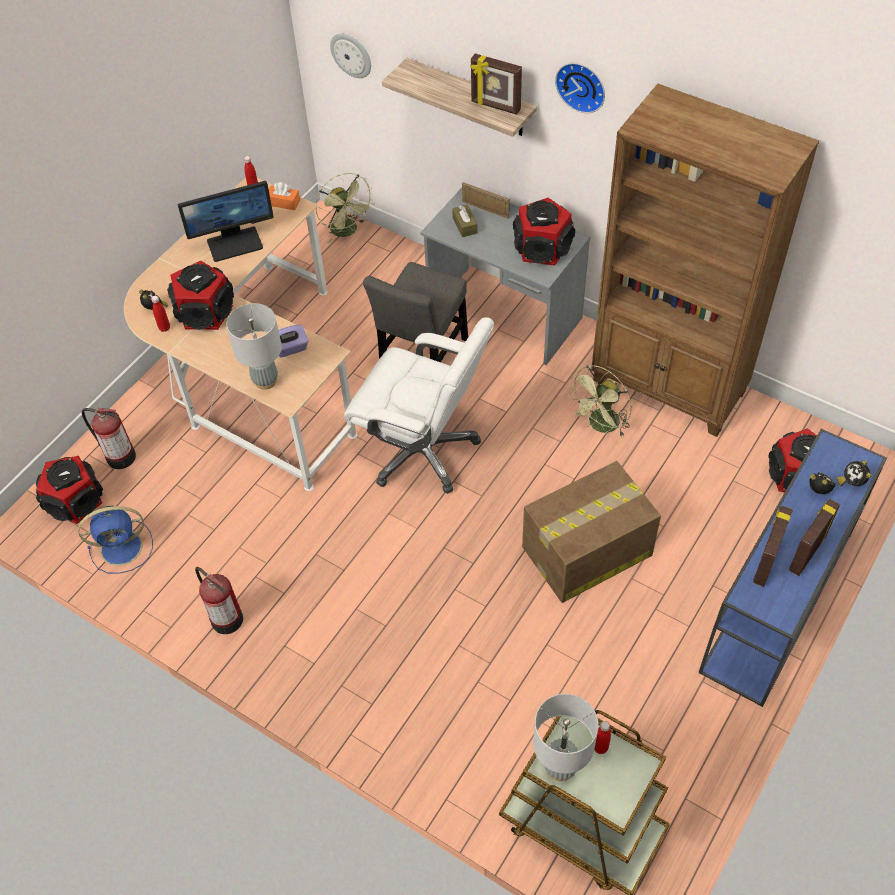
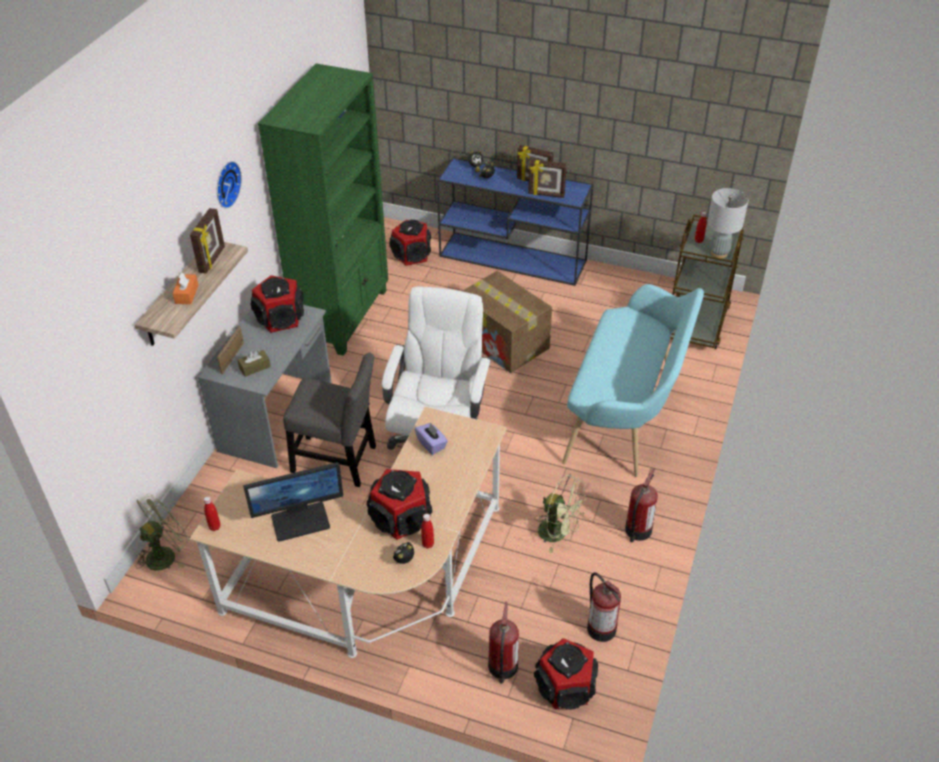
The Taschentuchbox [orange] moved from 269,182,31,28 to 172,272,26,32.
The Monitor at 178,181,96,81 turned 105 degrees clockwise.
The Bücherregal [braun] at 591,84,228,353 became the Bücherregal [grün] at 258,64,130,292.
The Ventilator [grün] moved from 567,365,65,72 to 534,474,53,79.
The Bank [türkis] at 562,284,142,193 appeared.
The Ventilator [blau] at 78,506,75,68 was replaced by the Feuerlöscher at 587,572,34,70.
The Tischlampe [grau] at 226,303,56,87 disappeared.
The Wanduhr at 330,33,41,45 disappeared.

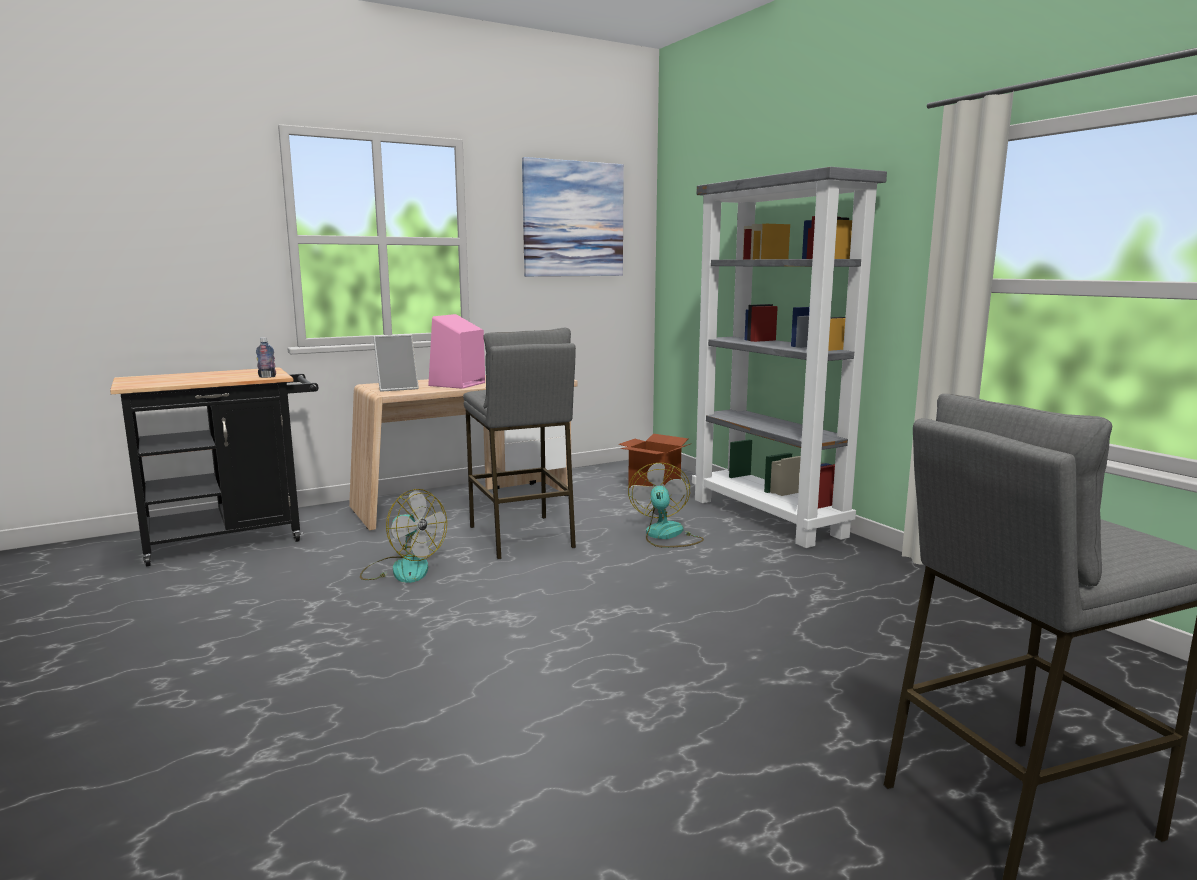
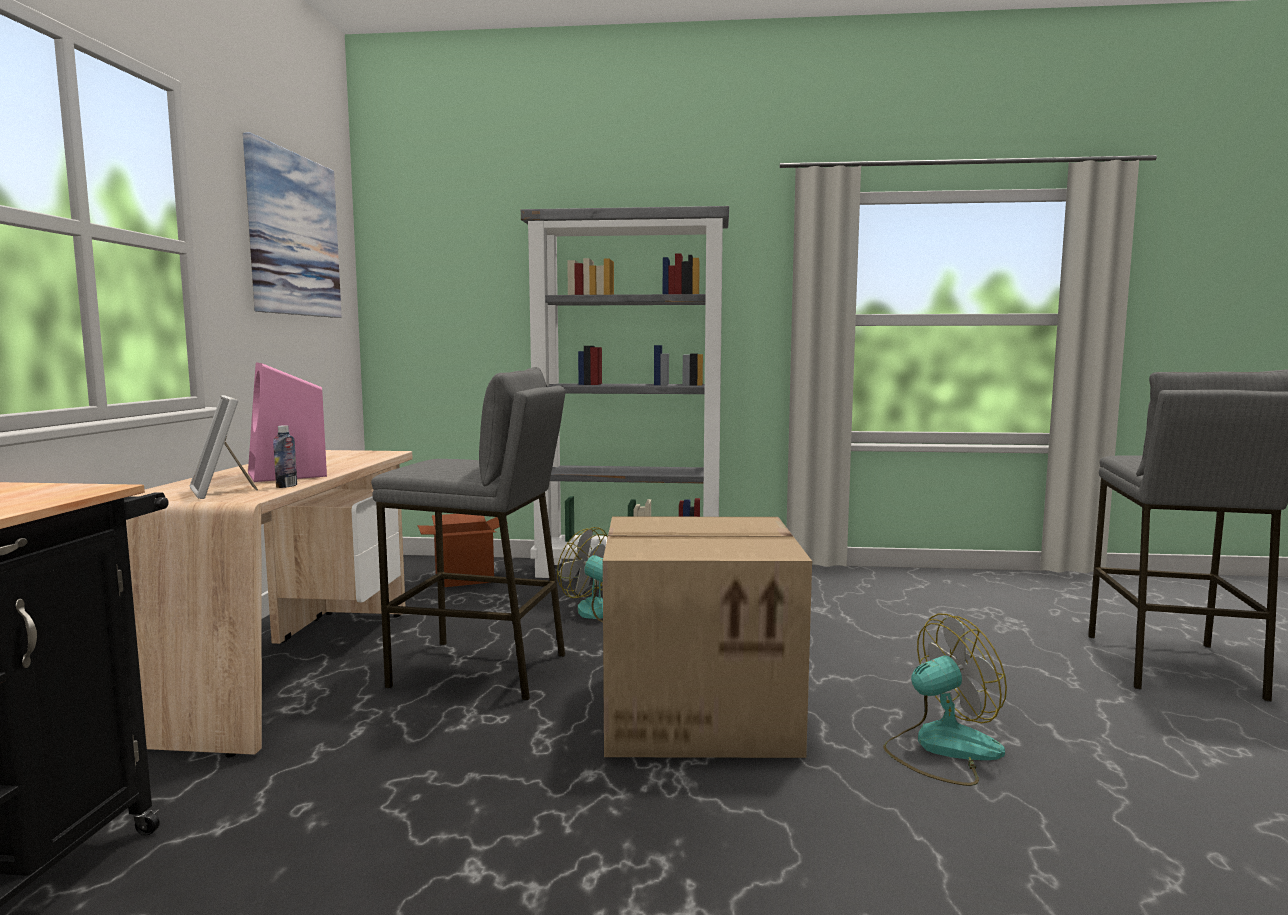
The Bilderrahmen at 373,334,46,58 turned 135 degrees clockwise.
The Flasche moved from 256,337,20,41 to 273,425,24,63.
The Karton at 603,517,209,241 appeared.
The Ventilator moved from 360,489,87,94 to 884,613,123,173.

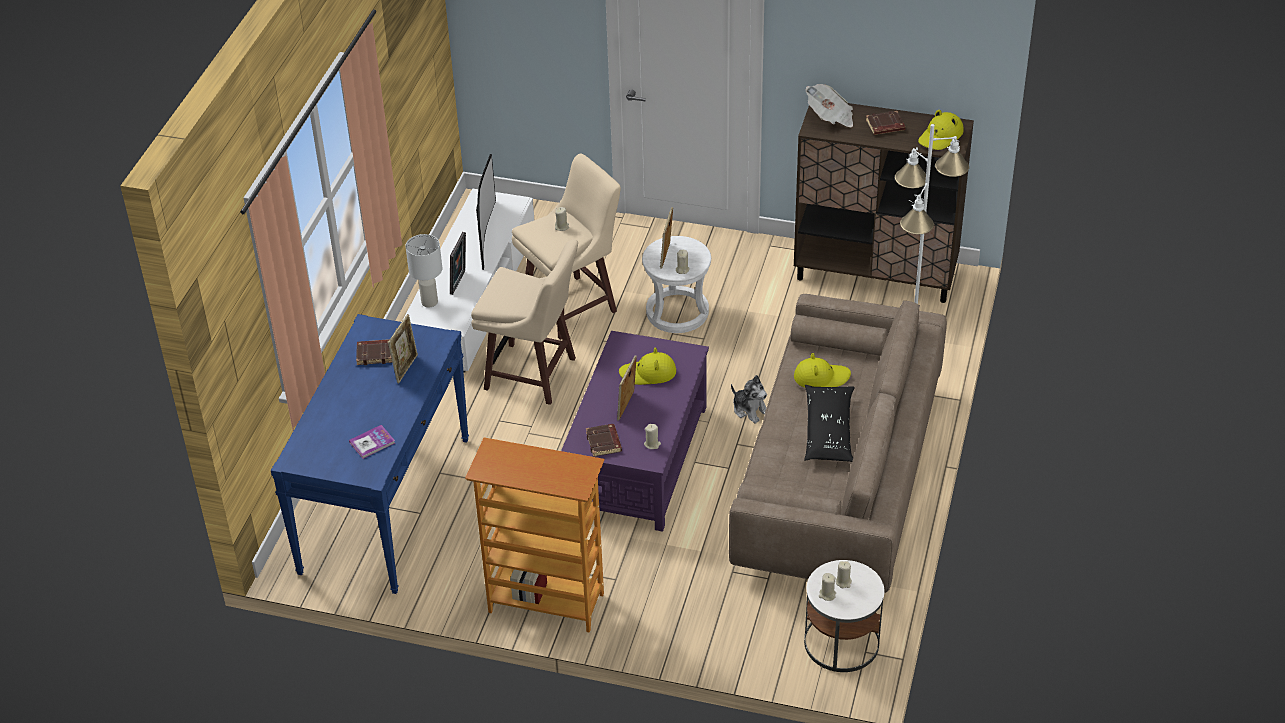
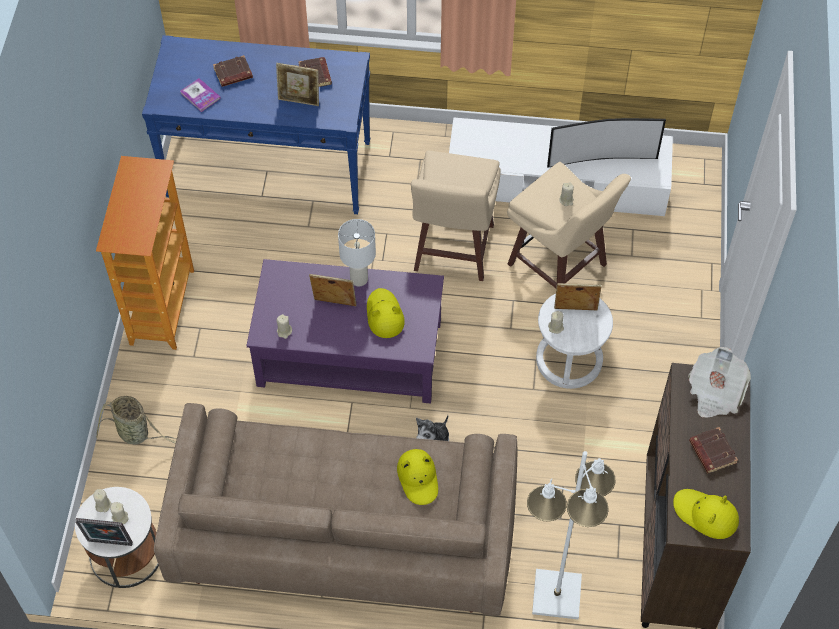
The Bilderrahmen moved from 450,232,16,63 to 75,518,58,28.
The Korb at 96,396,81,48 appeared.
The Buch [braun] moved from 586,424,36,33 to 213,55,40,32.
The Tischlampe [weiß] moved from 405,234,37,73 to 338,219,38,67.
The Kissen [schwarz] at 804,385,51,77 disappeared.

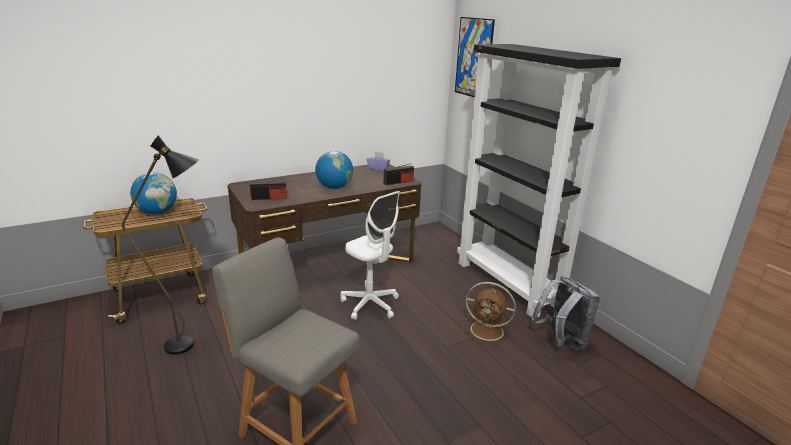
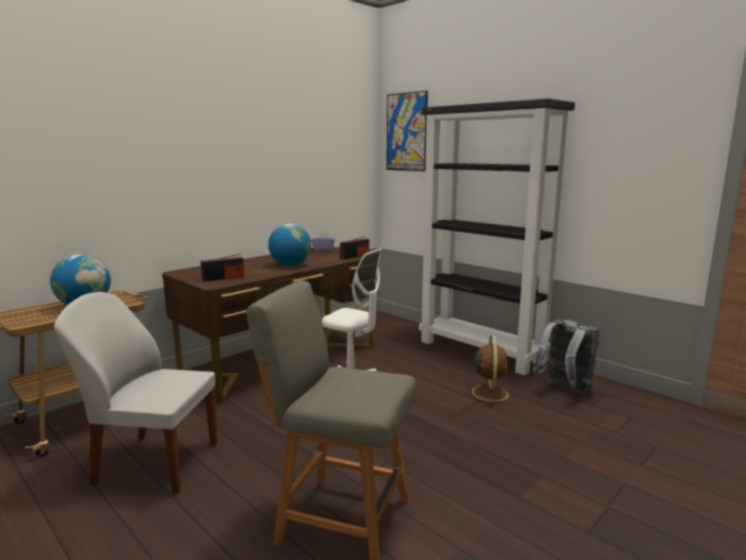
The Stehlampe [schwarz] at 122,135,77,220 was replaced by the Stuhl [weiß] at 54,292,164,201.
The Ventilator [braun] at 463,282,53,64 turned 90 degrees counterclockwise.

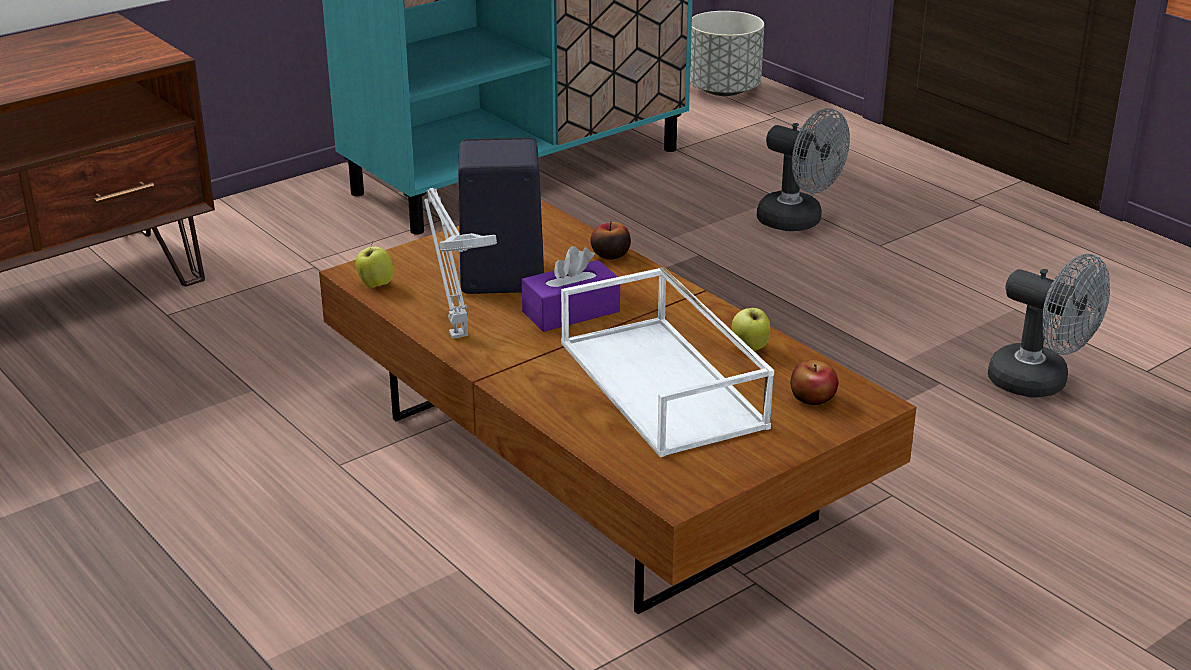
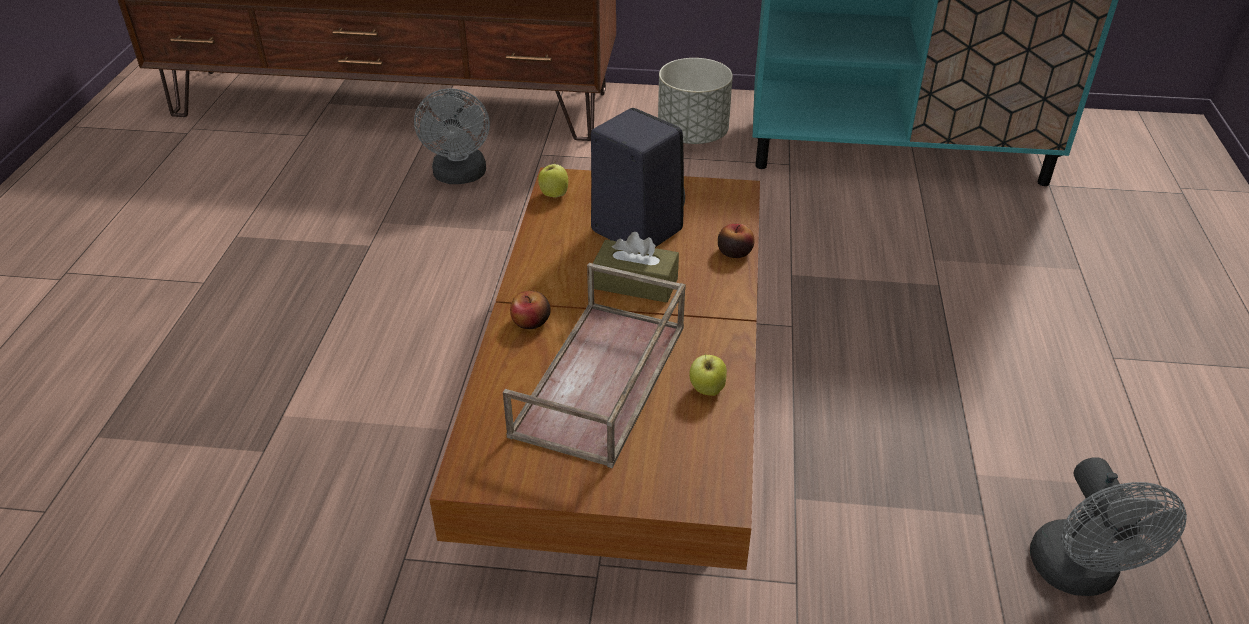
The Ventilator [grau] moved from 757,108,93,123 to 414,88,76,96.
The Tablett [weiß] at 561,267,213,190 became the Tablett [braun] at 503,263,183,205.
The Apfel moved from 791,360,47,45 to 510,291,41,38.
The Taschentuchbox [lila] at 522,246,98,86 became the Taschentuchbox [braun] at 593,232,86,71.
The Pflanzkübel [grau] moved from 690,11,74,85 to 658,58,75,86.
The Tischlampe [grau] at 424,188,73,150 disappeared.

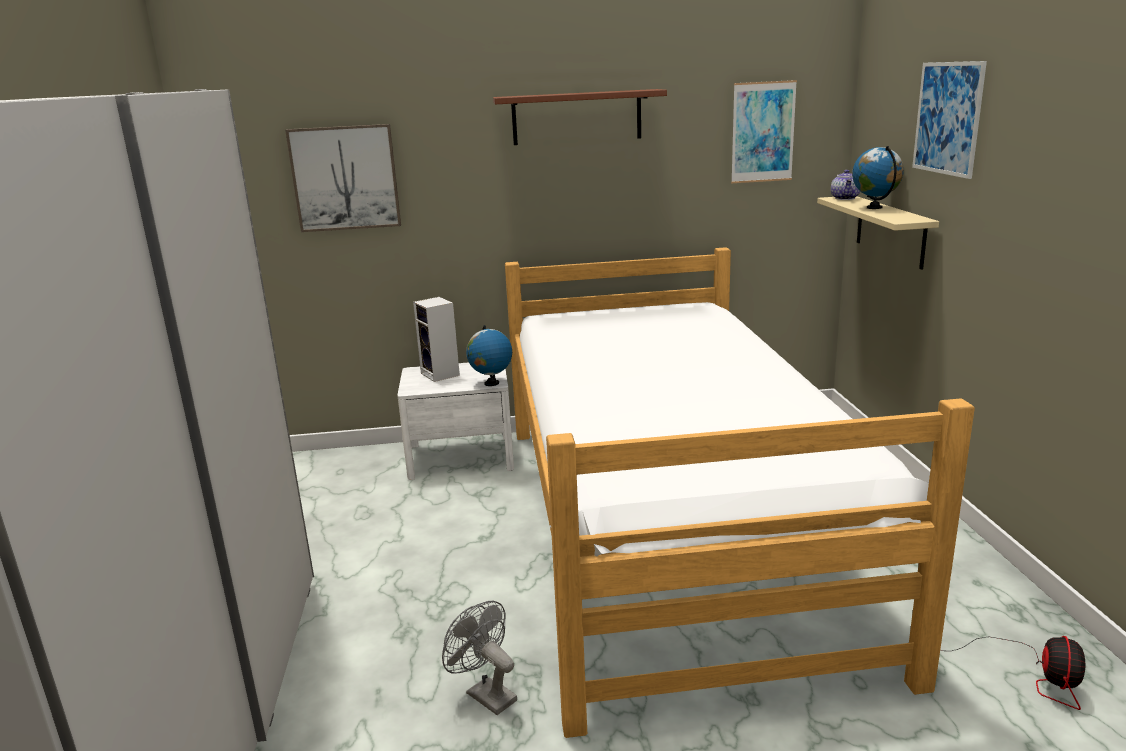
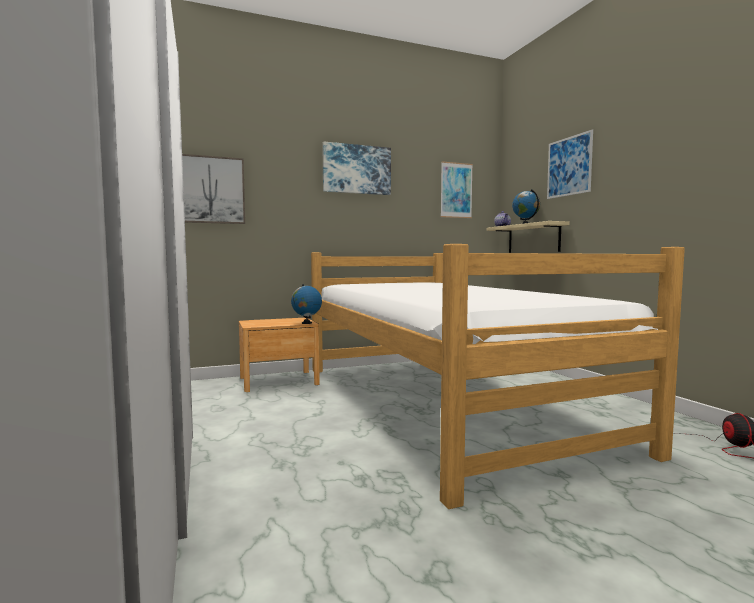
The Nachttisch [weiß] at 397,362,117,118 became the Nachttisch [braun] at 239,318,81,74.
The Wandregal [braun] at 493,89,174,56 was replaced by the Bild at 323,142,68,53.
The Lautsprecher at 413,297,47,85 disappeared.
The Ventilator [grau] at 442,601,75,114 disappeared.

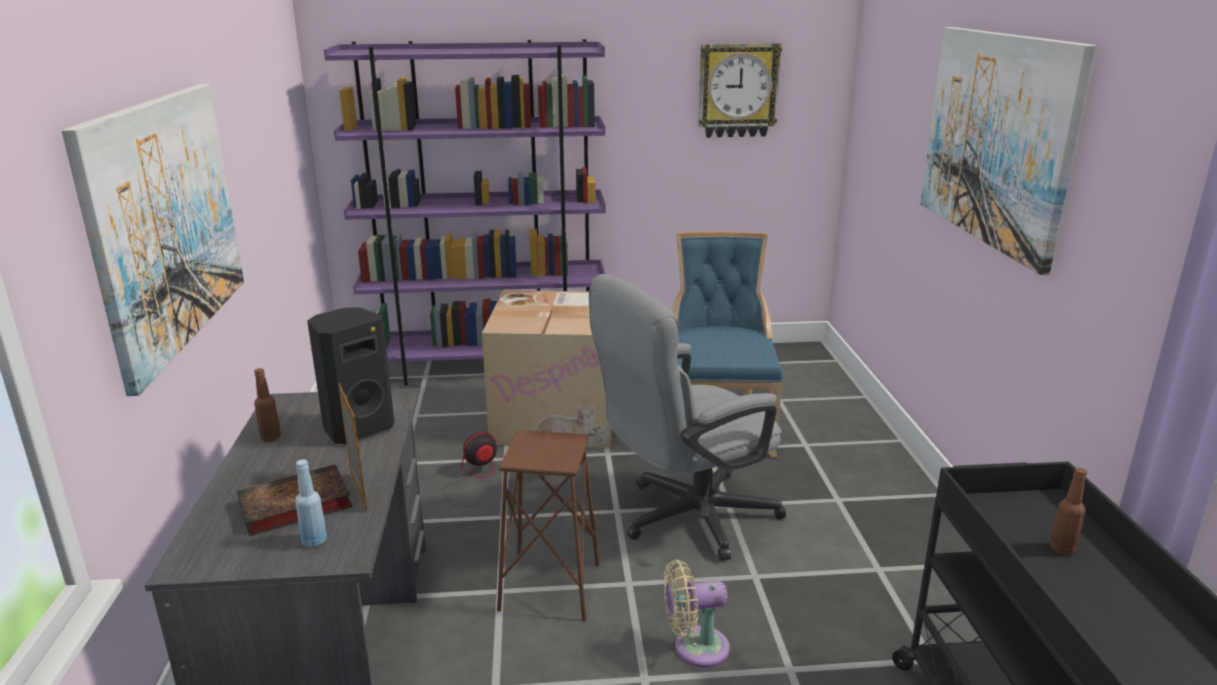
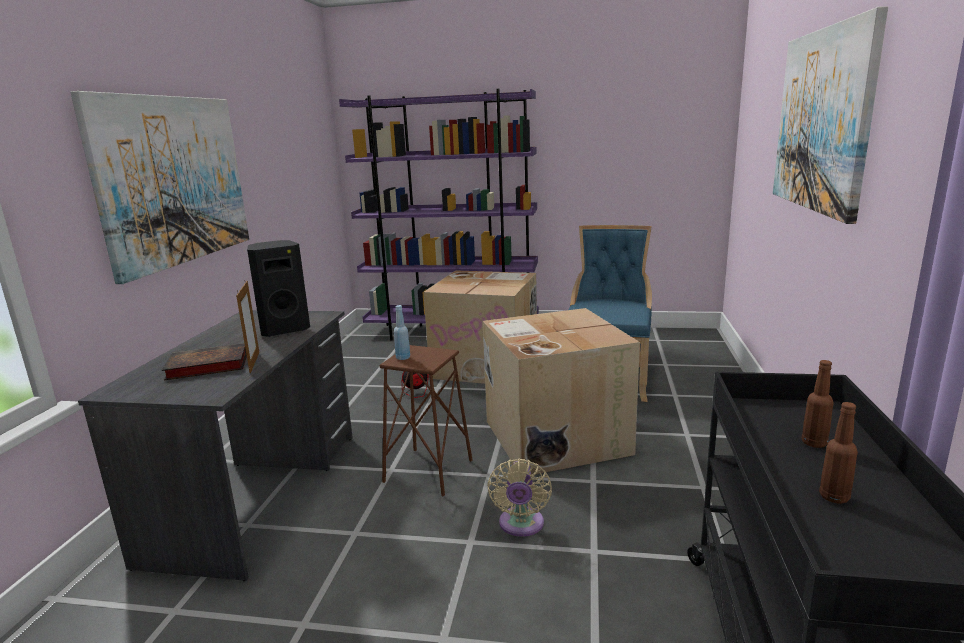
The Flasche [blau] moved from 295,459,32,88 to 394,305,16,55.
The Bürostuhl [grau] at 589,274,197,287 was replaced by the Karton at 483,308,157,167.
The Ventilator [beige] at 664,560,66,108 turned 90 degrees counterclockwise.
The Flasche [braun] moved from 254,368,27,74 to 819,402,39,102.
The Wanduhr at 698,43,84,95 disappeared.

